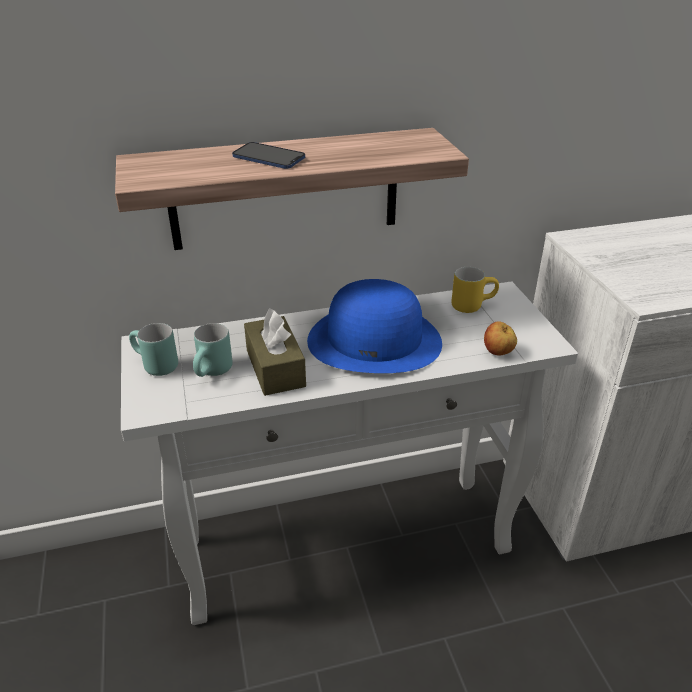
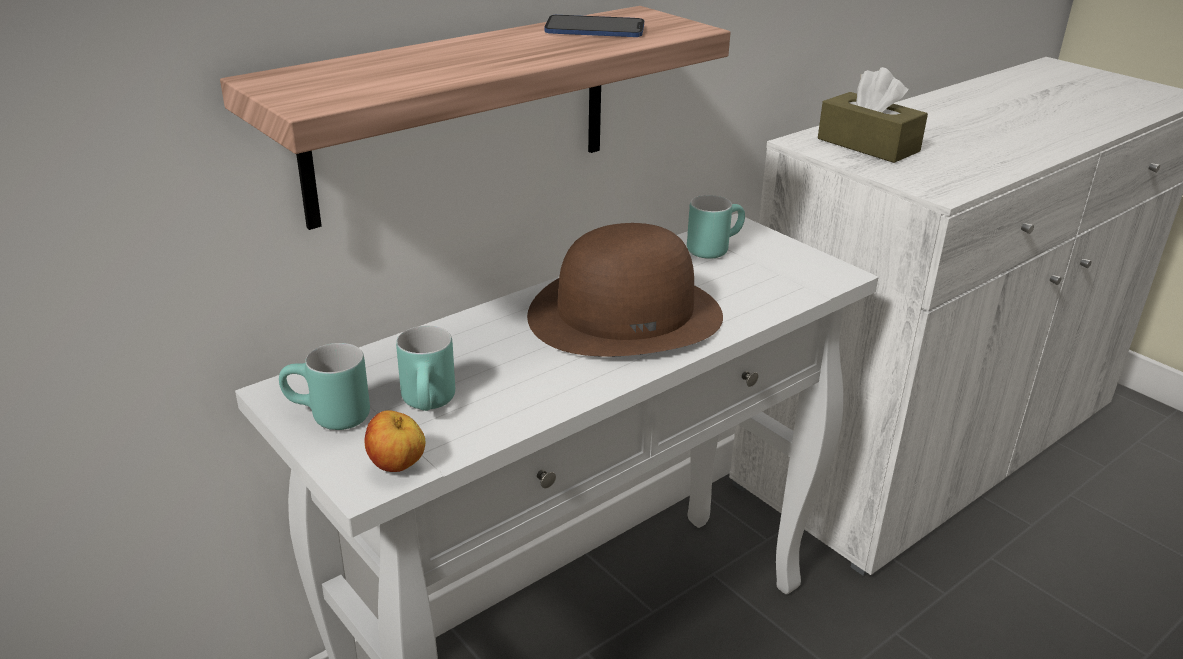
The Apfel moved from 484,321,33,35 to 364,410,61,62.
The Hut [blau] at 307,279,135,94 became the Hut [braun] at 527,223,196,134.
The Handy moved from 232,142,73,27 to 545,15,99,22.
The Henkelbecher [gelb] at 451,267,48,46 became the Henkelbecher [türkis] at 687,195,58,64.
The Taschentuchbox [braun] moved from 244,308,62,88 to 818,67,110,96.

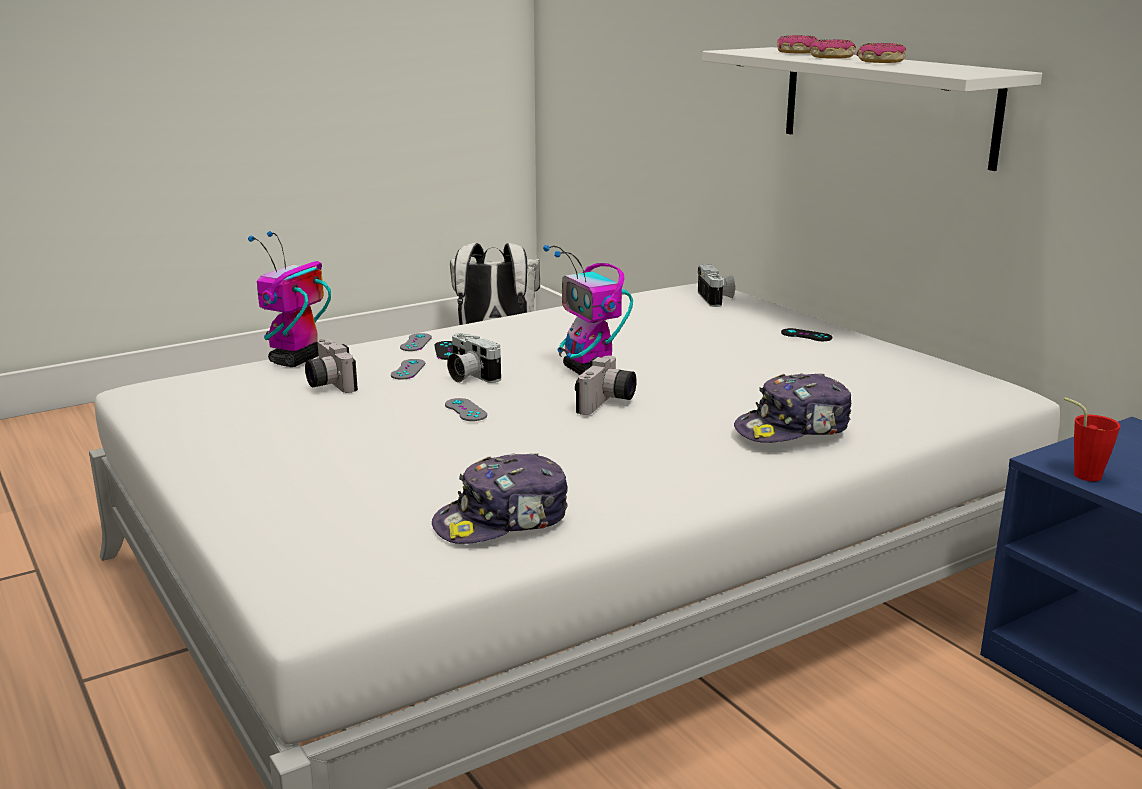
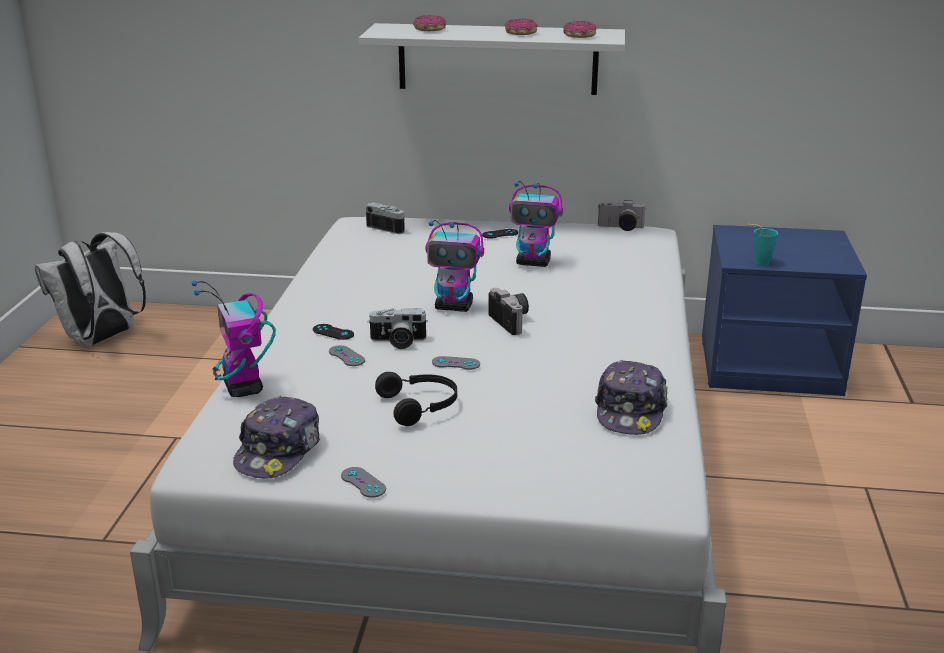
The Kappe moved from 734,373,117,70 to 233,396,87,82.
The Gamepad [grau] moved from 400,333,32,18 to 341,467,45,31.
The Kopfhörer [schwarz] at 375,372,82,54 appeared.
The Spielzeugroboter at 509,181,54,86 appeared.
The Donut moved from 810,39,46,20 to 563,21,33,17.
The Kamera moved from 305,339,53,54 to 598,200,49,31.
The Tasse [rot] at 1064,397,56,84 became the Tasse [türkis] at 748,224,30,42.

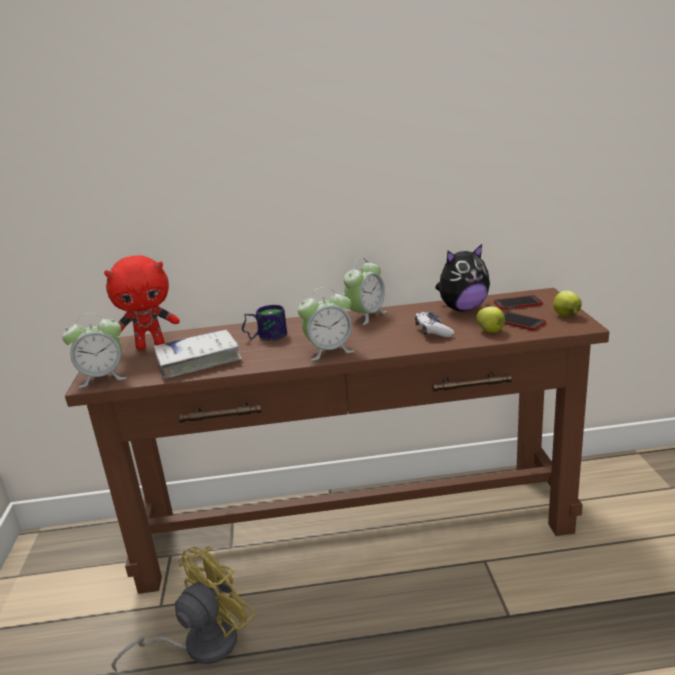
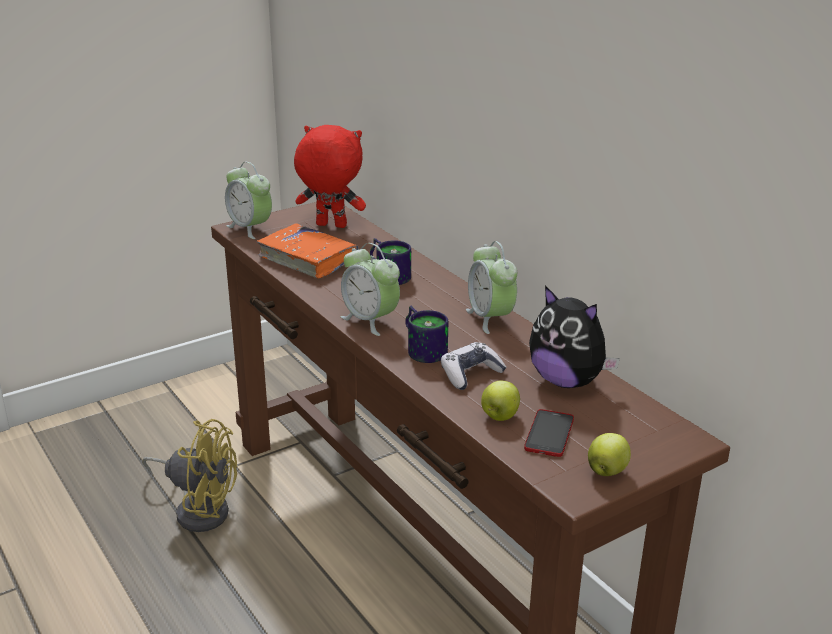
The Buch [weiß] at 153,329,89,50 became the Buch [orange] at 257,223,102,56.
The Plüschtier [rot] at 104,255,76,95 turned 150 degrees clockwise.
The Henkelbecher at 405,306,43,57 appeared.
The Wecker at 344,258,43,67 turned 60 degrees clockwise.
The Handy at 494,295,49,15 disappeared.

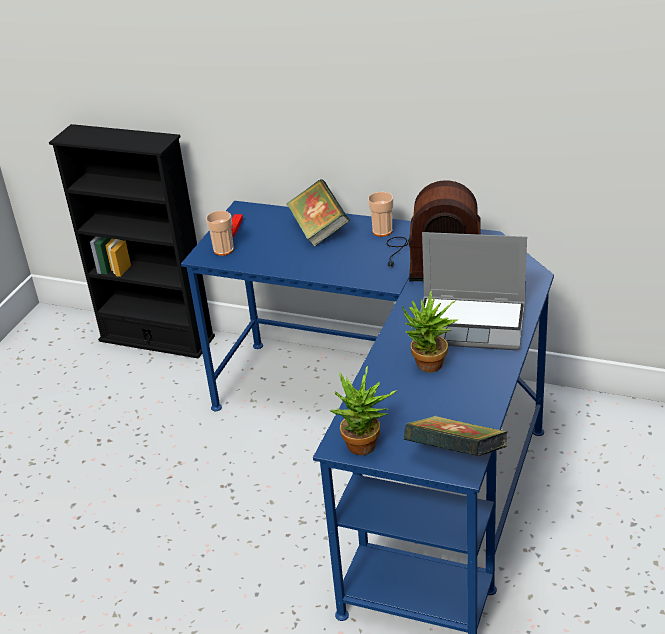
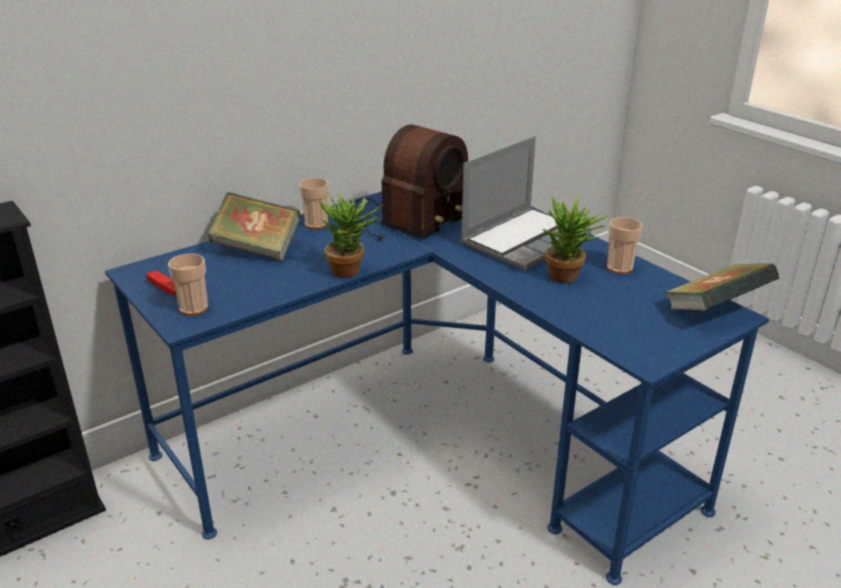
The Topfpflanze moved from 330,366,66,89 to 318,191,65,87.
The Tasse at 607,217,36,57 appeared.

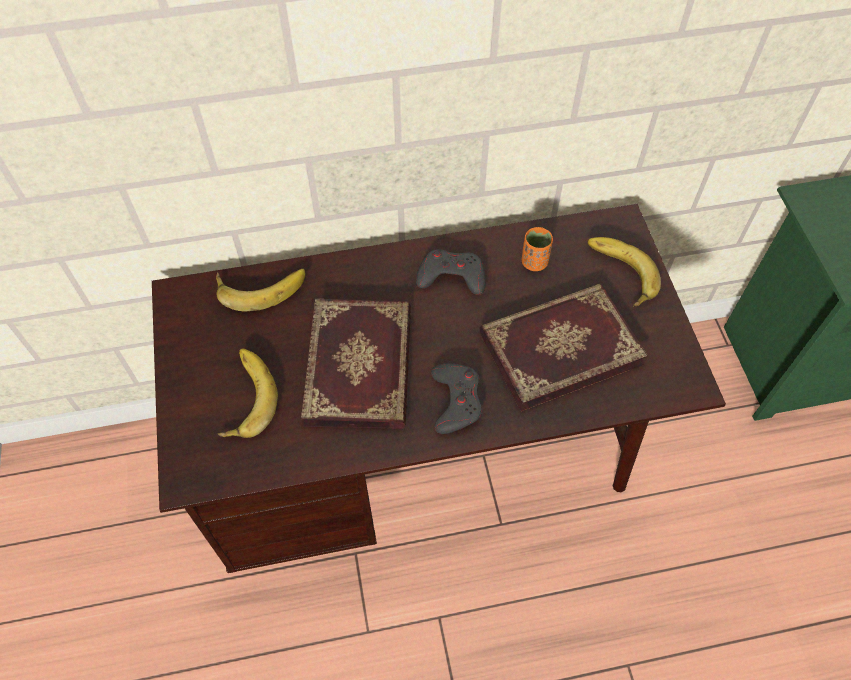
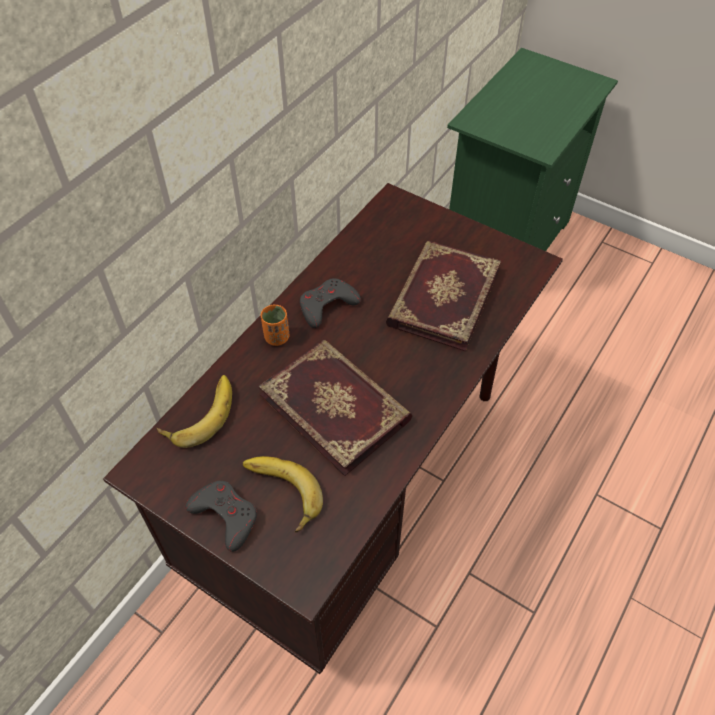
The Gamepad [grau] moved from 431,363,51,71 to 185,481,72,71.
The Tasse [orange] moved from 522,227,31,44 to 261,305,29,41.
The Banane at 587,237,74,70 disappeared.

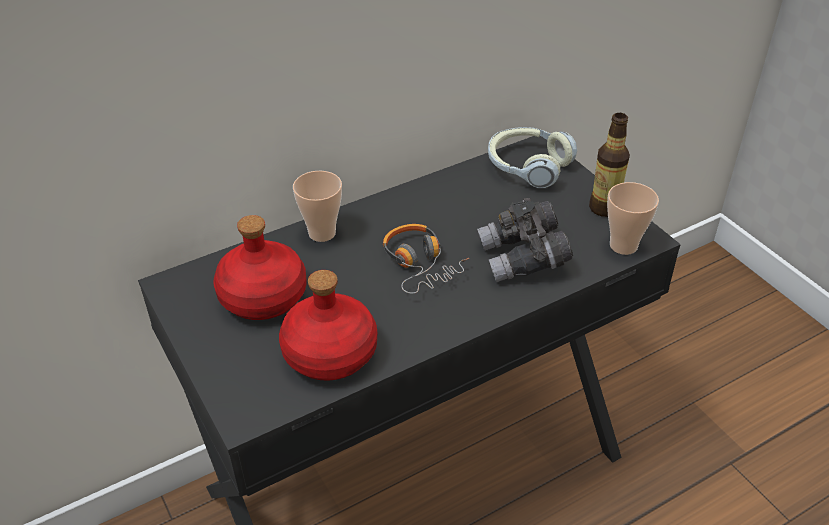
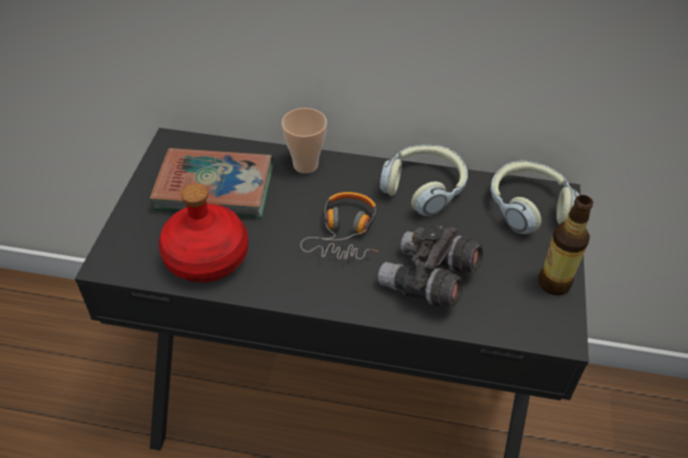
The Flasche [rot] at 214,215,93,105 was replaced by the Buch at 150,148,123,70.
The Kopfhörer at 380,145,88,71 appeared.
The Tasse at 607,182,52,73 disappeared.

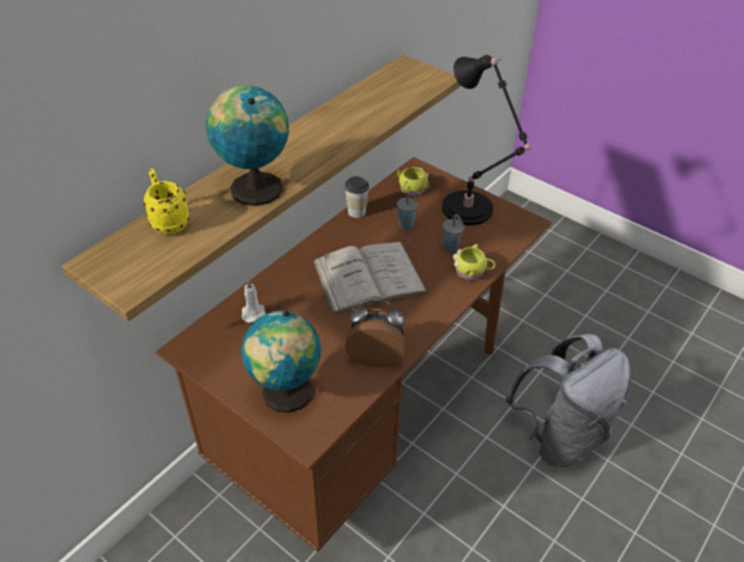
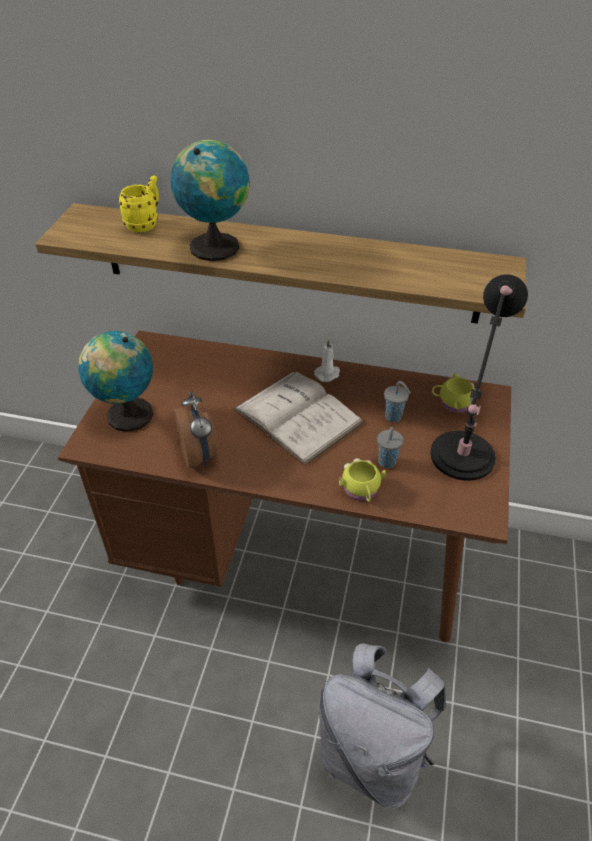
The Kerze [weiß] moved from 242,280,24,43 to 314,339,26,43.
The Tasse at 345,176,24,42 disappeared.

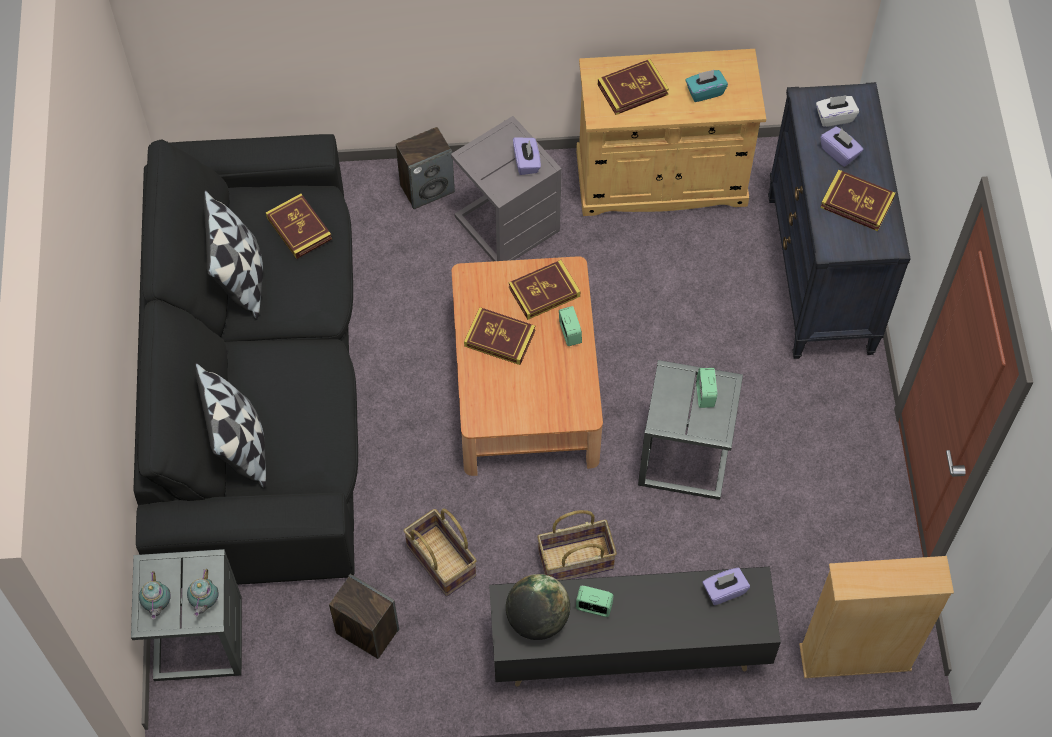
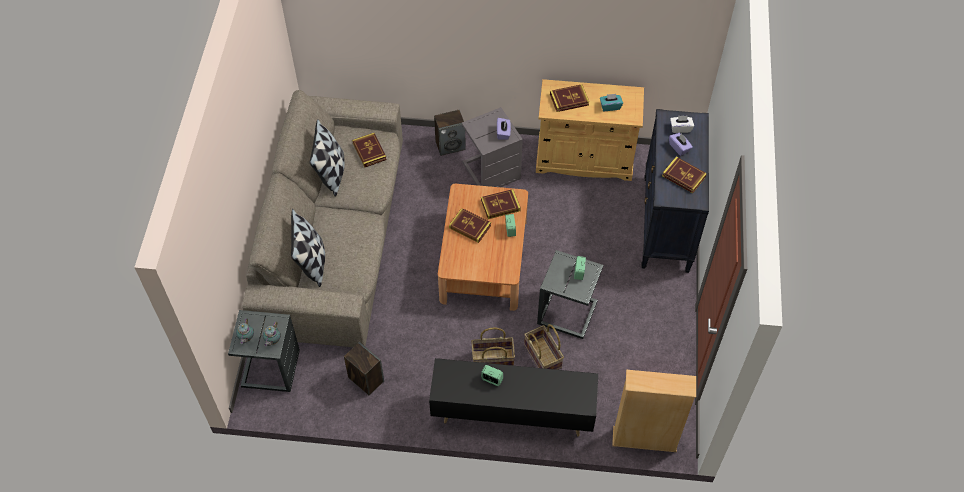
The Sofa [schwarz] at 133,134,225,454 became the Sofa [beige] at 242,90,161,257.
The Korb moved from 404,509,73,88 to 524,324,40,46.
The Globus at 506,574,64,66 disappeared.
The Taschentuchbox [lila] at 703,568,47,37 disappeared.

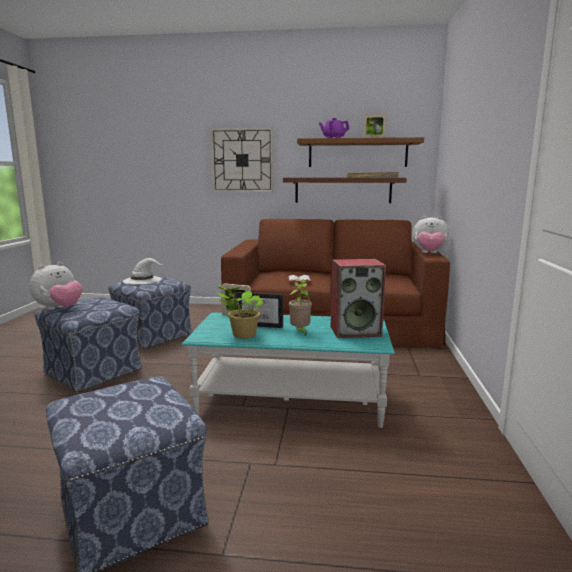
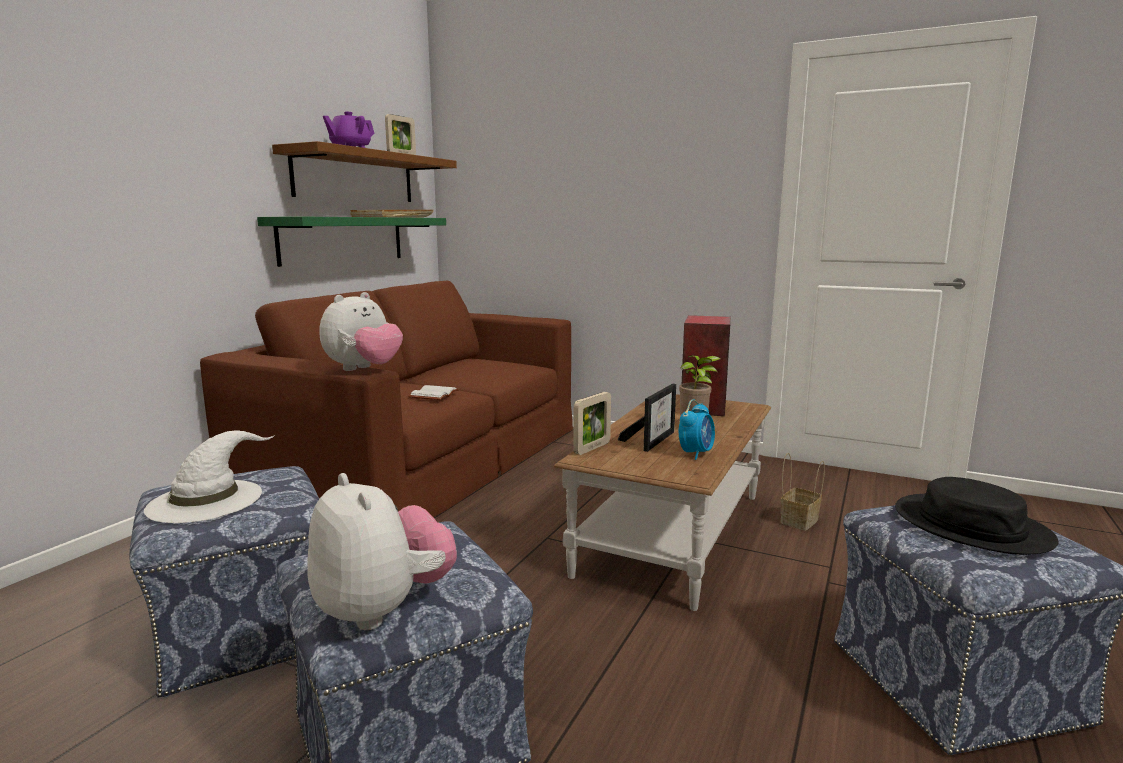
The Wandregal [braun] at 283,178,124,25 became the Wandregal [grün] at 257,216,189,51.
The Plüschtier moved from 413,216,36,37 to 319,292,84,79.
The Couchtisch [türkis] at 181,312,214,116 became the Couchtisch [braun] at 554,394,217,217.
The Topfpflanze at 217,286,47,53 was replaced by the Wecker at 679,399,36,61.
The Korb at 780,453,45,78 appeared.
The Hut [schwarz] at 895,477,163,78 appeared.
The Wanduhr at 211,127,62,65 disappeared.

